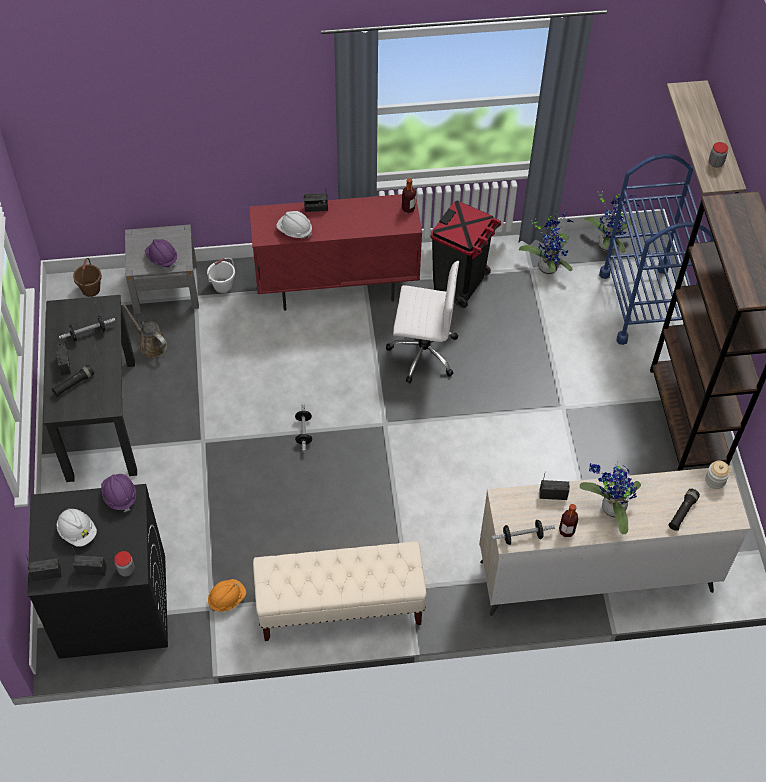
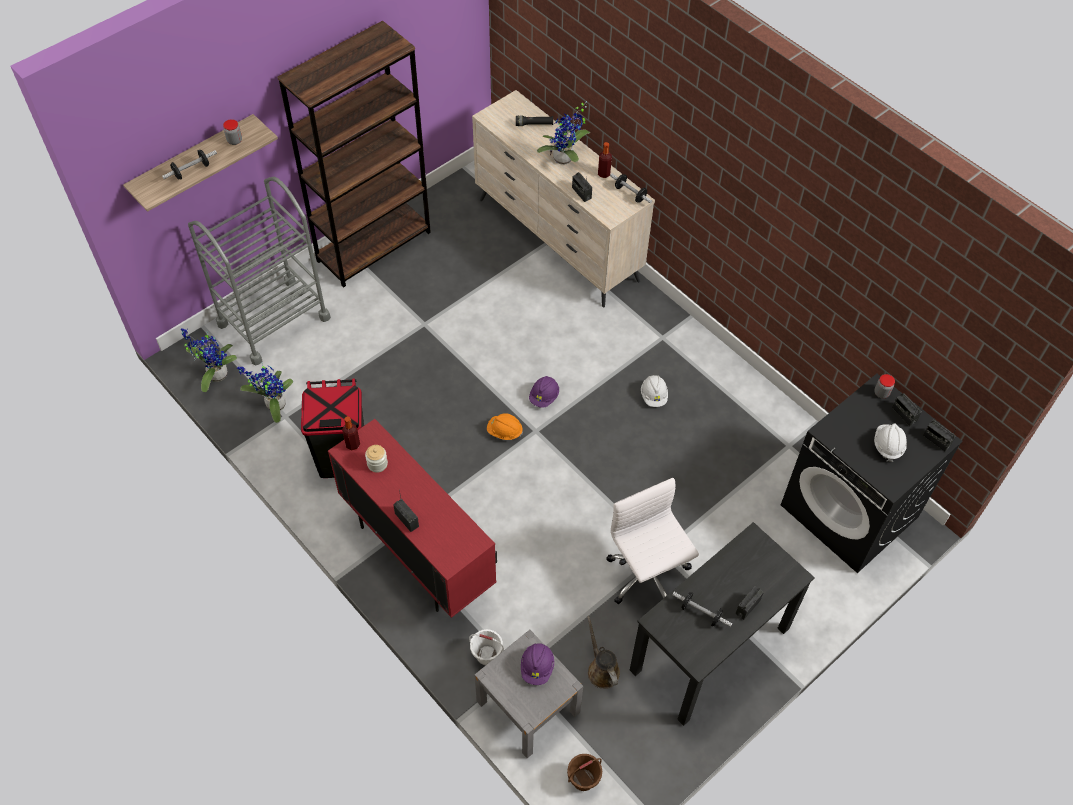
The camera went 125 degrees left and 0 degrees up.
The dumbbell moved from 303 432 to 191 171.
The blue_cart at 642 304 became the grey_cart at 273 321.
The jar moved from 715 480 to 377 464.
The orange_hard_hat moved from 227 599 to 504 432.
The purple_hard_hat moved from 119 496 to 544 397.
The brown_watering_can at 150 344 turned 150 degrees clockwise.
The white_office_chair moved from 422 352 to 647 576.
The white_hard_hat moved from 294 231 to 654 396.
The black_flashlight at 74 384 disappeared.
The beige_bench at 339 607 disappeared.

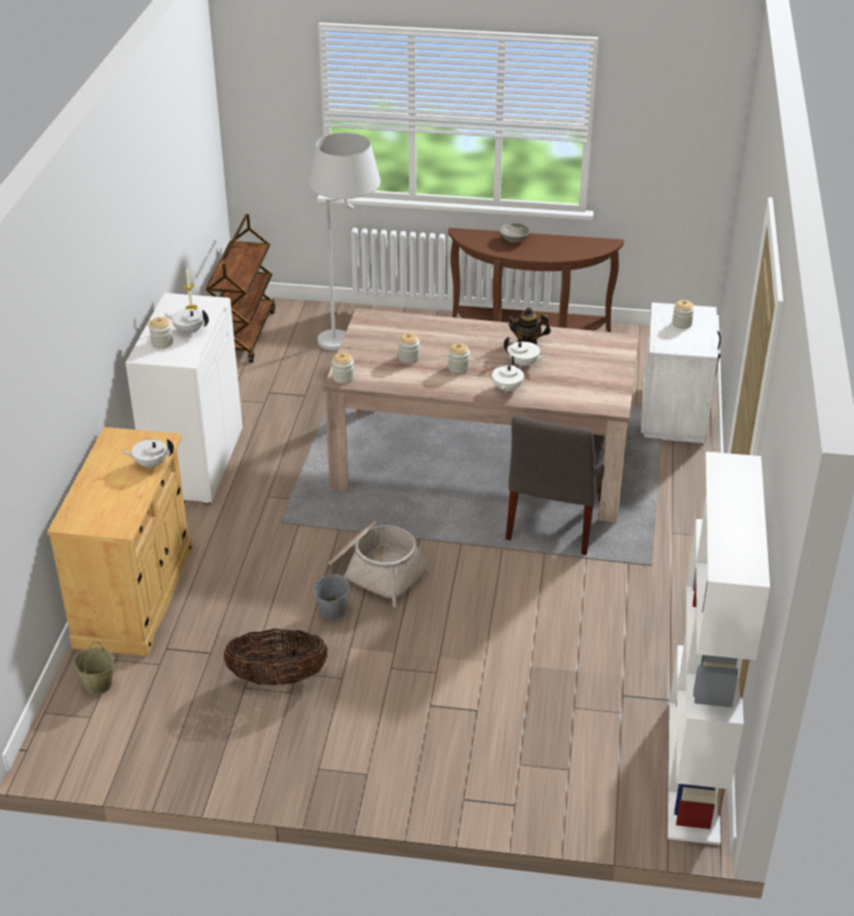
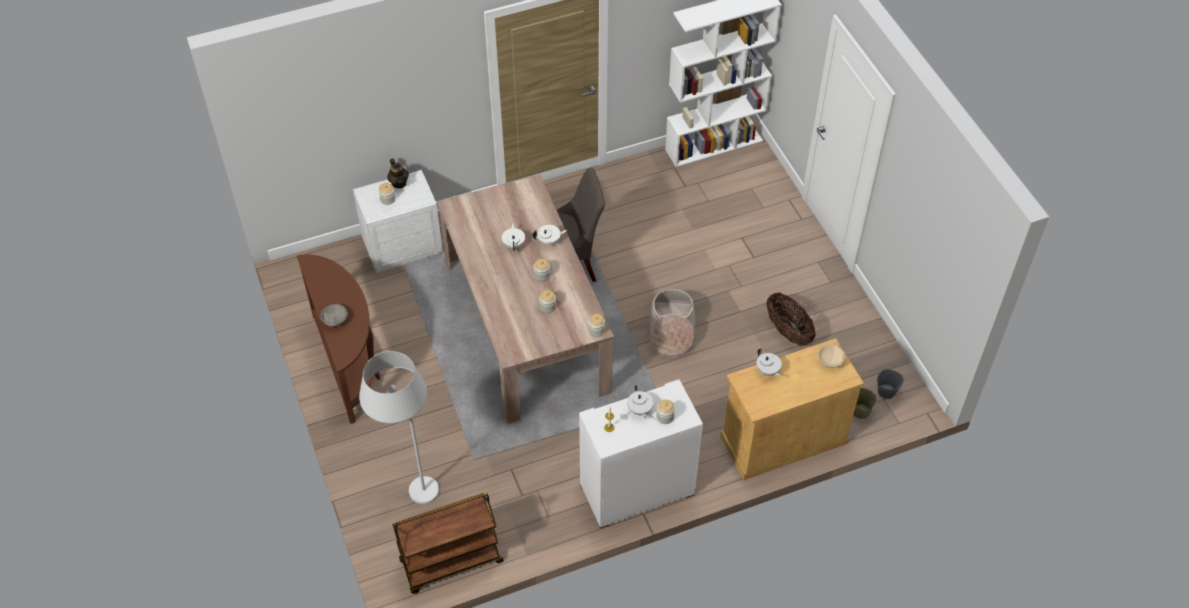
The camera went 120 degrees left and 15 degrees up.
The teapot moved from 527 342 to 399 183.
The beige_bowl at 830 361 appeared.
The grey_bucket moved from 333 610 to 886 392.

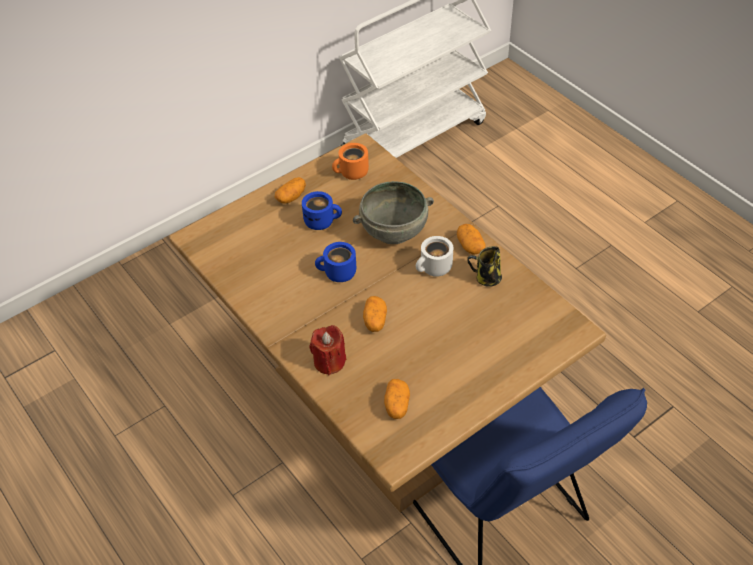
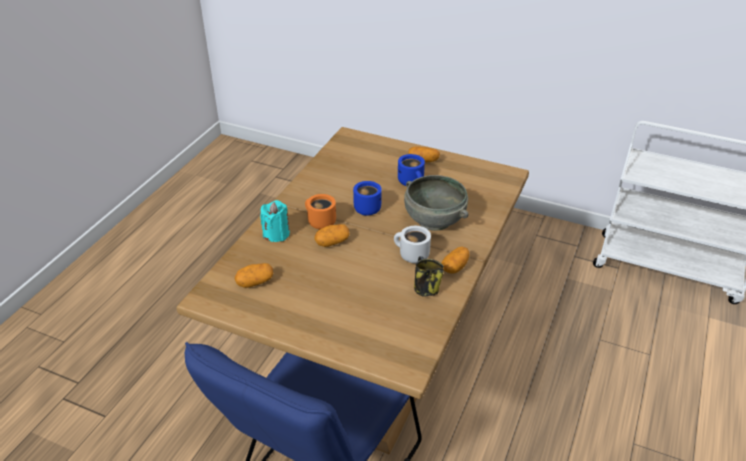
The camera went 60 degrees right and 10 degrees down.
The red_candle at 329 361 became the turquoise_candle at 276 234.
The orange_mug moved from 352 173 to 319 222.

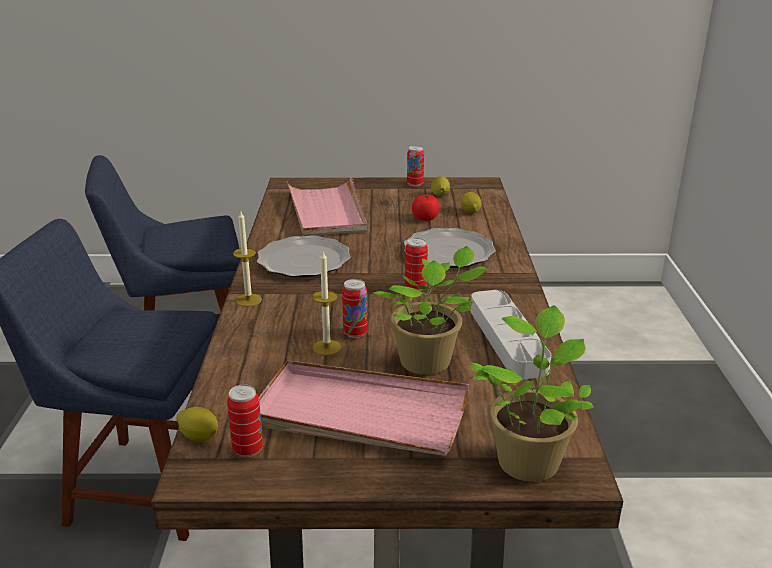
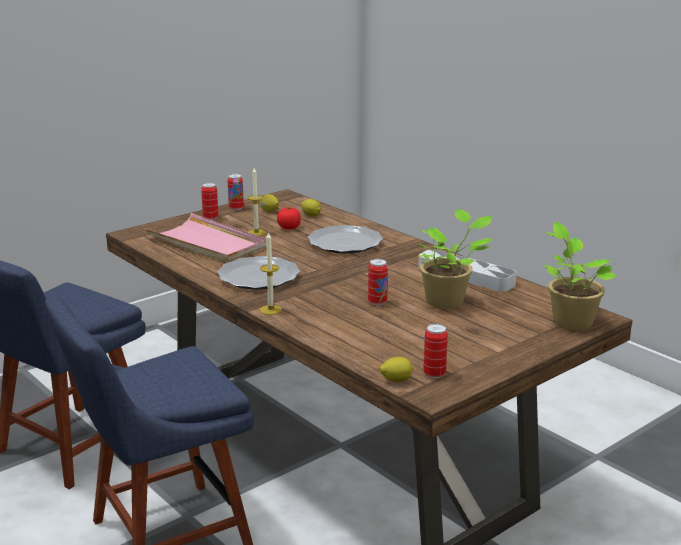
The camera went 40 degrees left and 5 degrees down.
The can moved from 415 287 to 210 218.
The candle moved from 327 347 to 256 233.
The pink_tray at 359 414 disappeared.

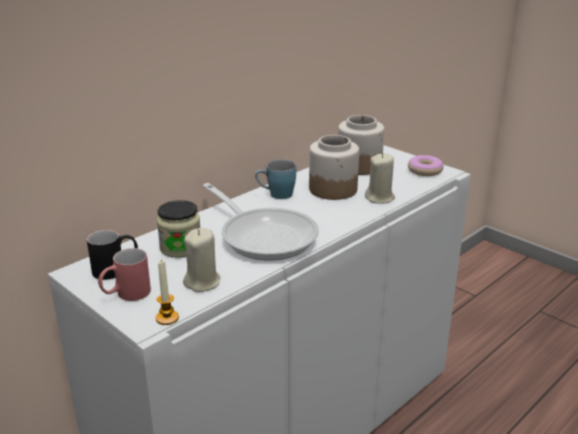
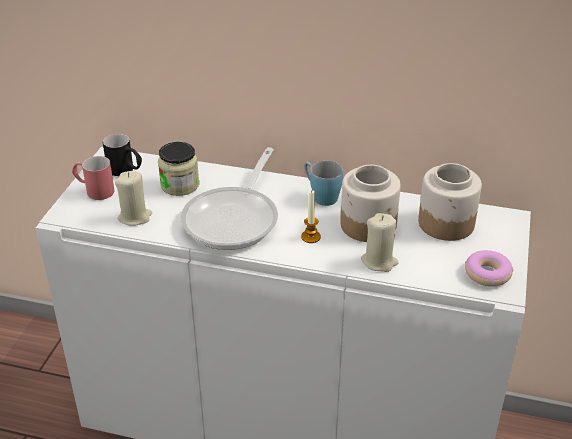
The camera went 60 degrees right and 10 degrees up.
The candle moved from 167 318 to 310 237.

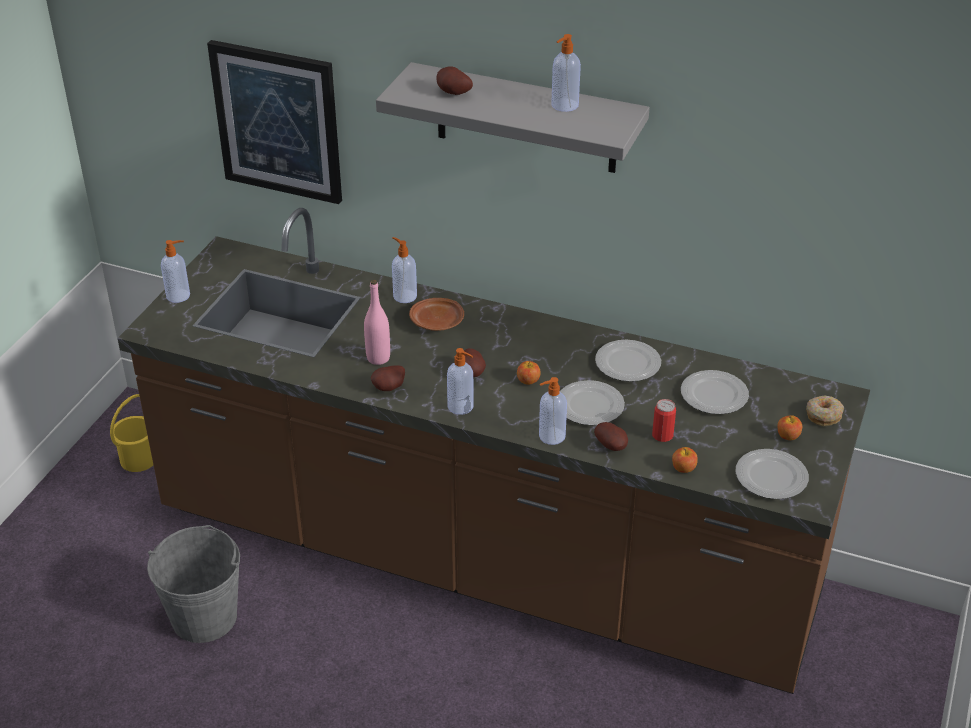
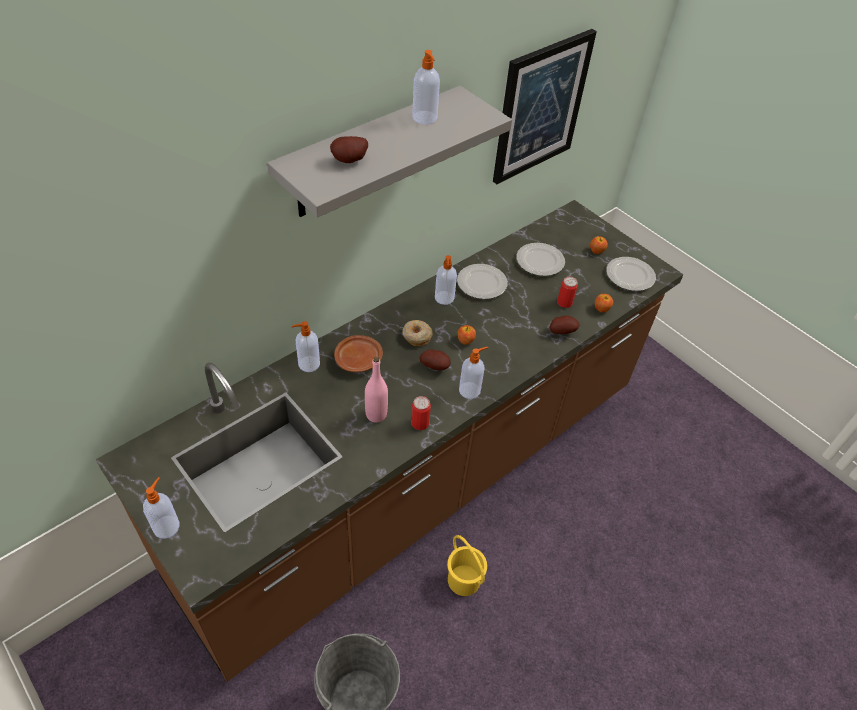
The camera went 65 degrees left and 10 degrees up.
The donut moved from 823 415 to 416 336.
The potato at 390 388 was replaced by the can at 420 423.
The soap_dispenser moved from 551 436 to 444 298.
The yellow_bucket moved from 138 459 to 463 580.
The picture moved from 278 122 to 540 107.
The plate at 589 405 disappeared.

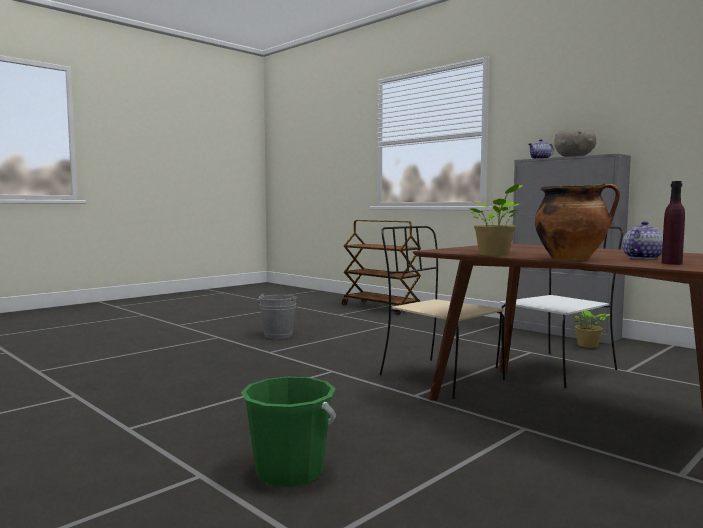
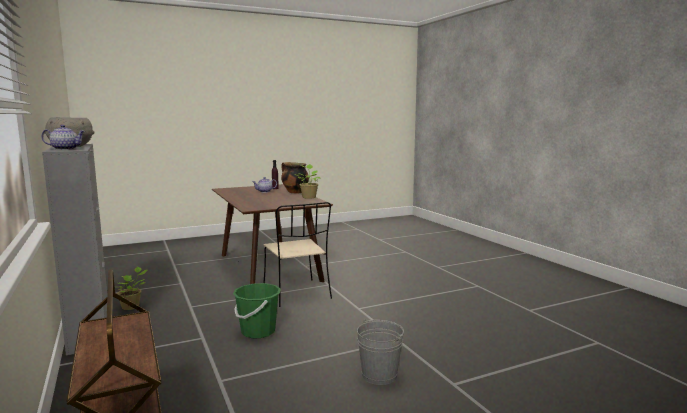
The camera went 160 degrees left and 5 degrees up.
The green_bucket moved from 289 472 to 258 331.
The white_chair at 557 369 disappeared.

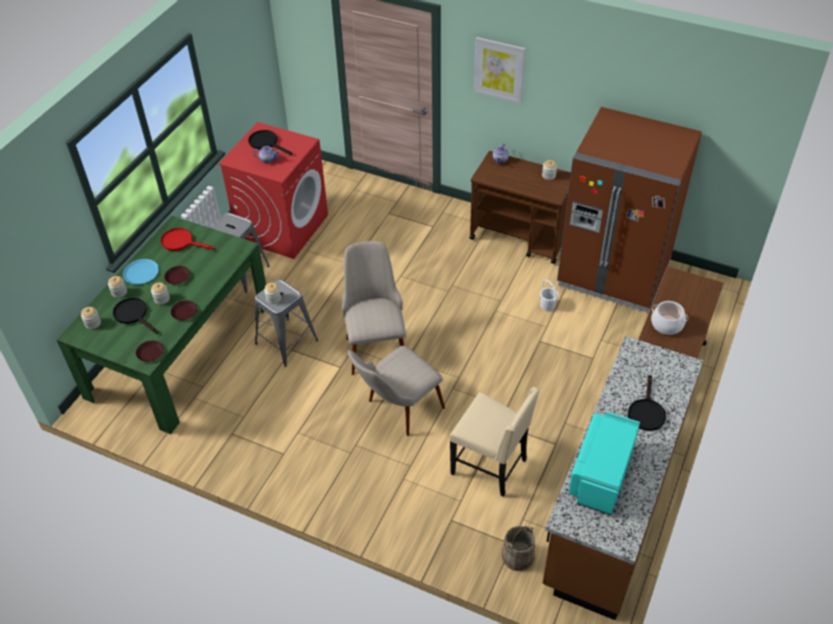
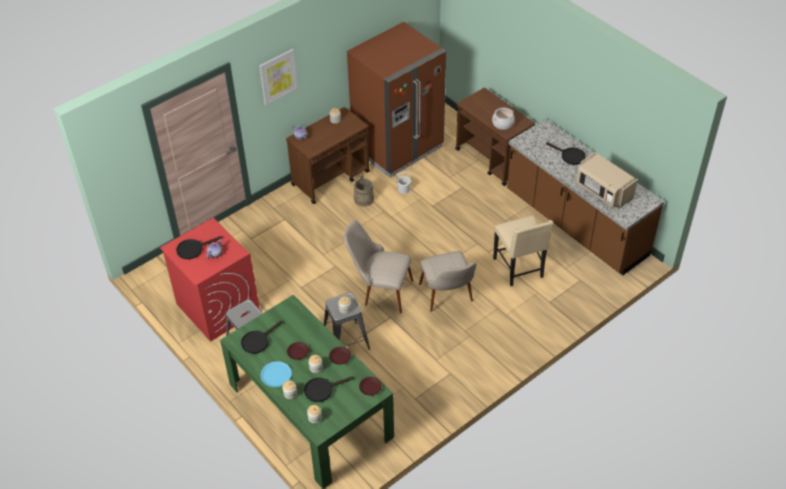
The camera went 65 degrees left and 0 degrees up.
The red_frying_pan at 181 242 became the black_frying_pan at 258 341.
The beige_bucket moved from 518 556 to 364 199.
The beige_chair at 491 466 turned 105 degrees clockwise.
The turquoise_microwave at 601 474 became the beige_microwave at 603 191.

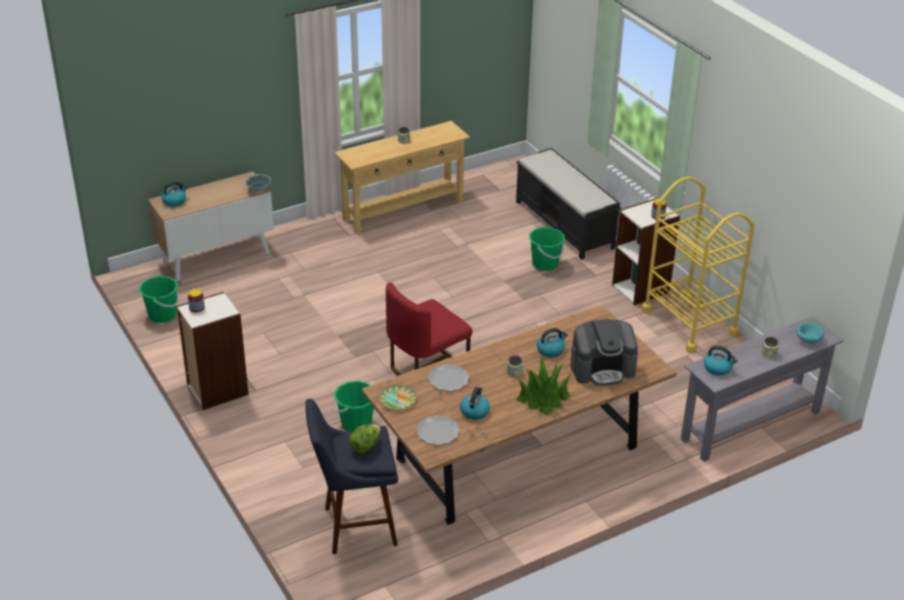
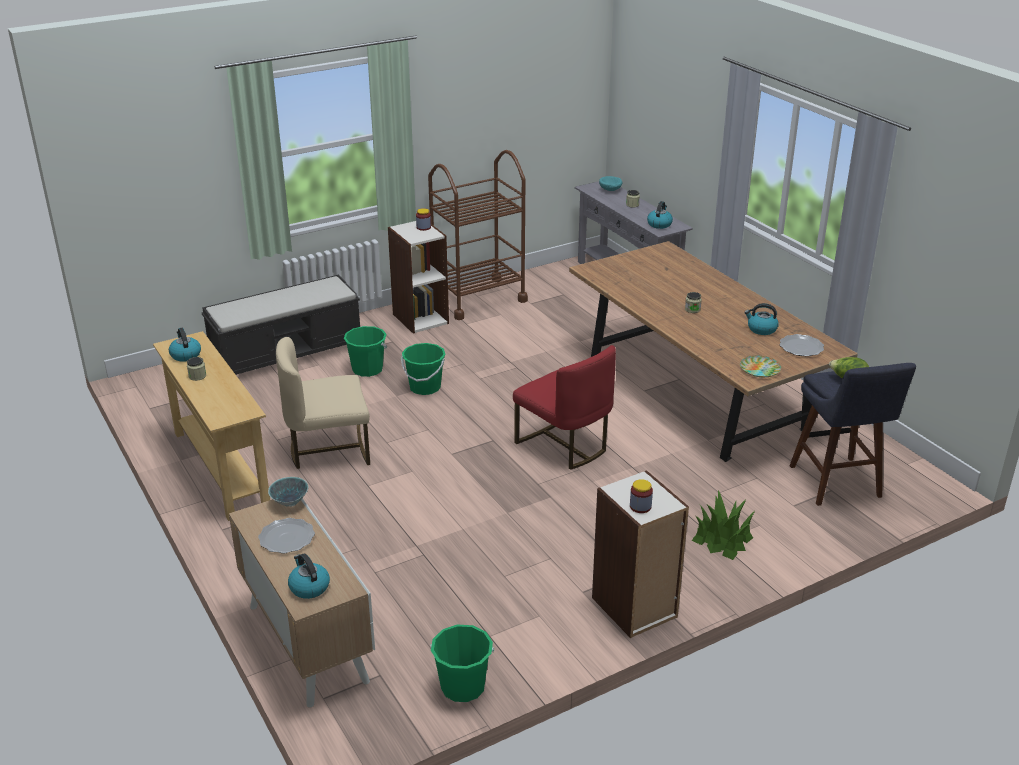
The camera went 90 degrees left and 5 degrees down.
The kettle moved from 550 350 to 185 355.
The plate moved from 448 379 to 287 538.
The beige_chair at 329 450 appeared.
The green_bucket moved from 356 423 to 425 387.
The yellow_cart at 689 322 became the brown_cart at 478 298.
The potted_plant moved from 543 397 to 722 539.
The coffee_machine at 602 368 disappeared.

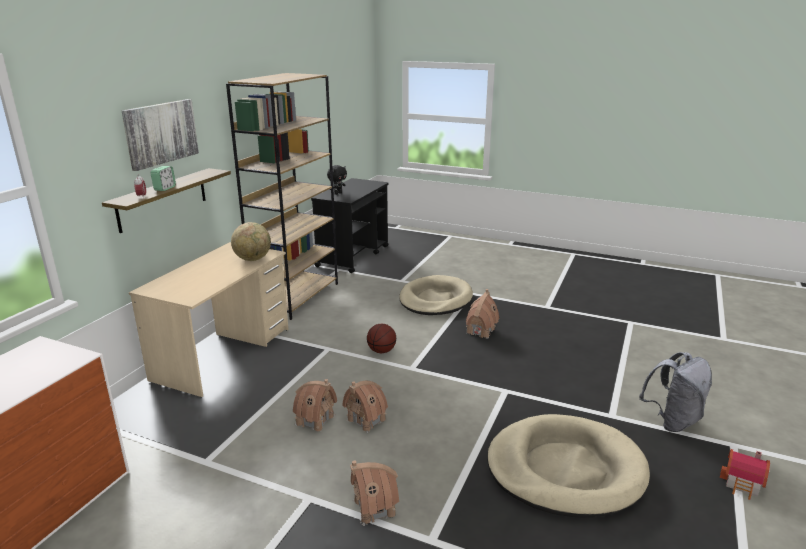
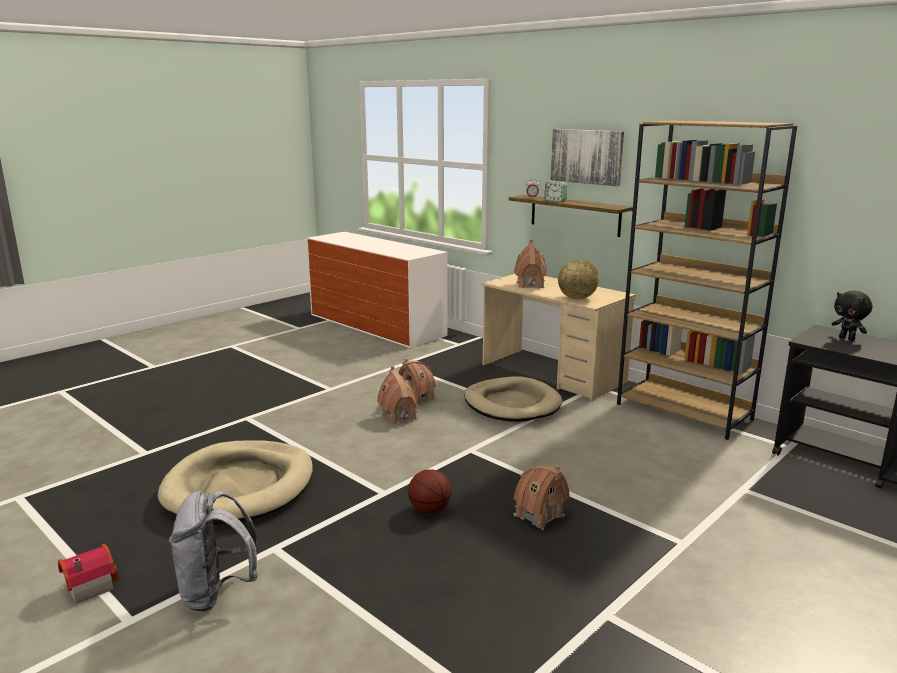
The camera went 110 degrees right and 5 degrees down.
The basketball moved from 381 351 to 429 510.
The beige_dog_bed moved from 435 299 to 512 404.
The toy_house moved from 374 508 to 530 285.

